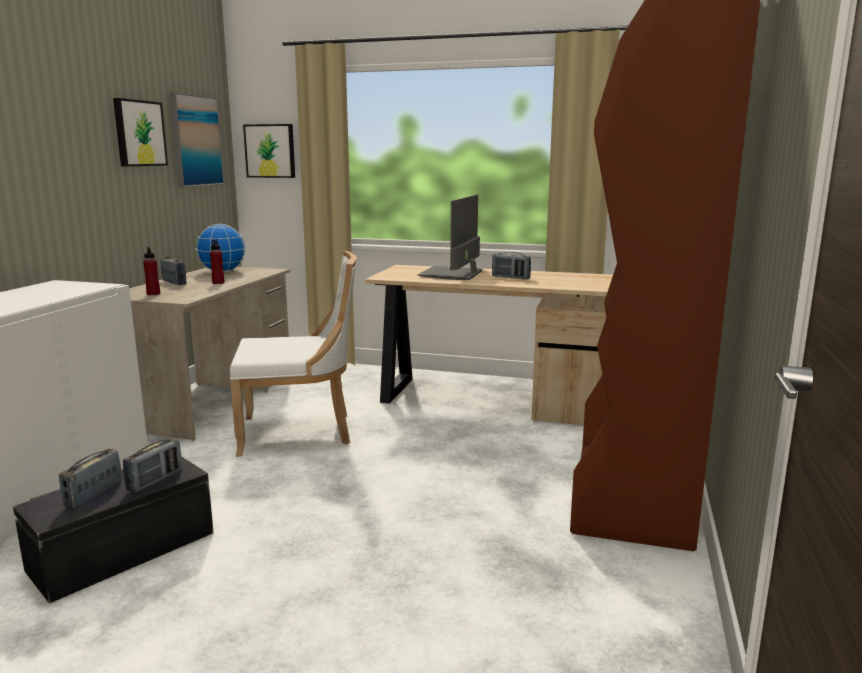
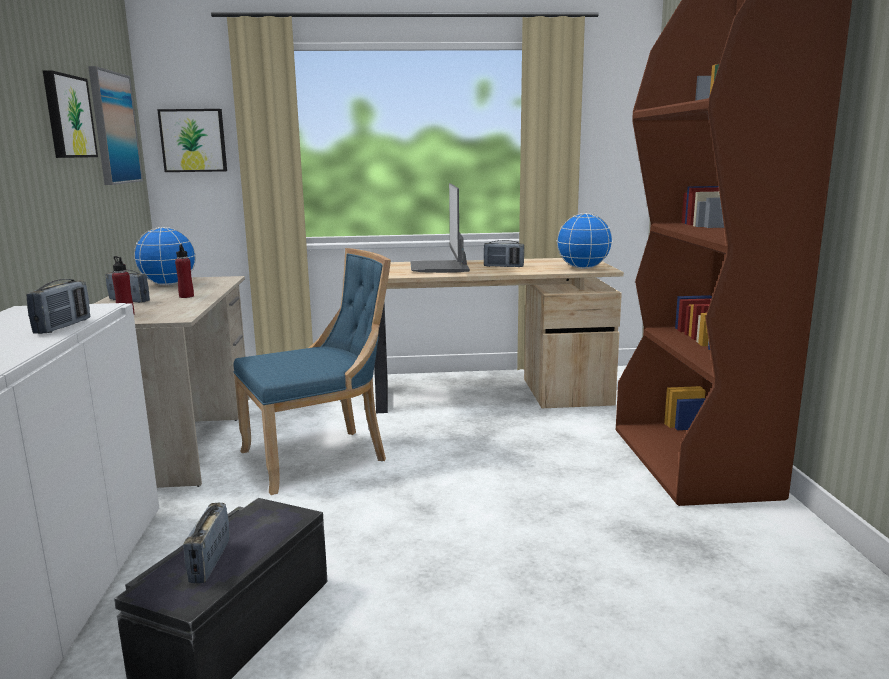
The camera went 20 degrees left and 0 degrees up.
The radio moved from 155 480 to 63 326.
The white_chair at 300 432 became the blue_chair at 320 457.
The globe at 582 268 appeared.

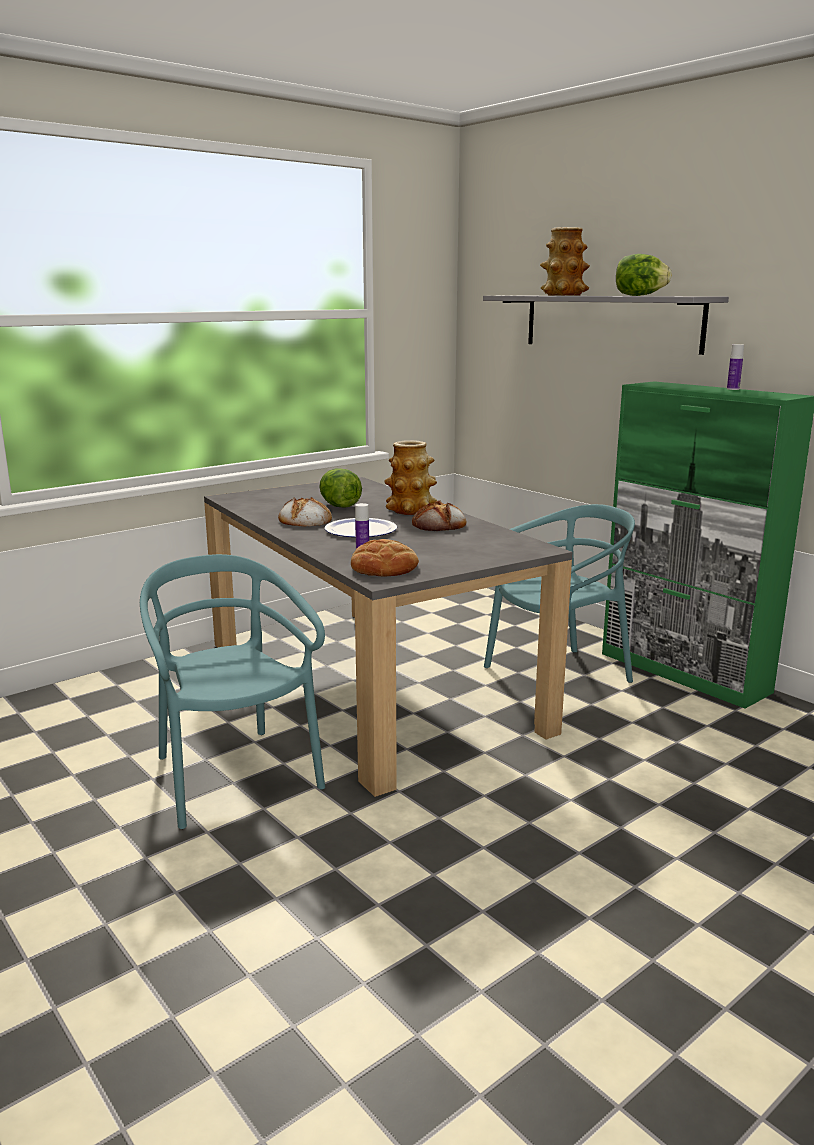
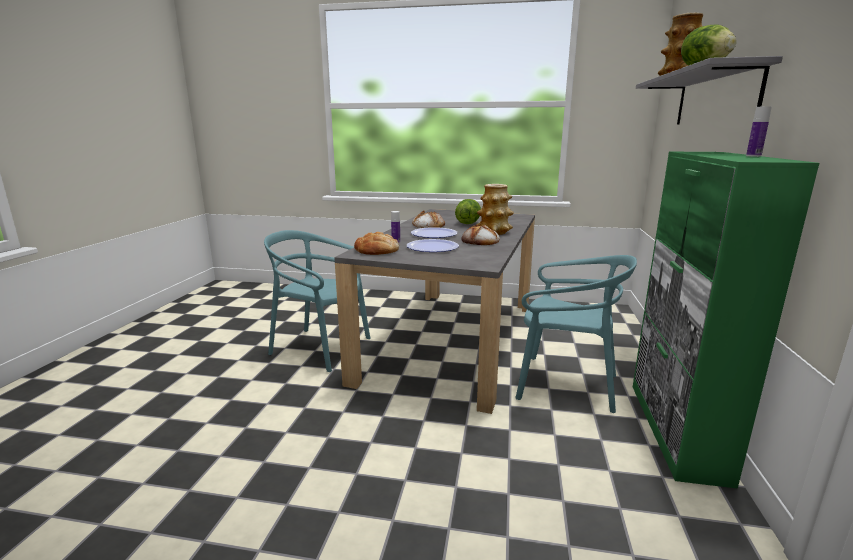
The camera went 50 degrees right and 0 degrees up.
The turquoise_chair at 233 776 turned 90 degrees counterclockwise.
The plate at 432 247 appeared.

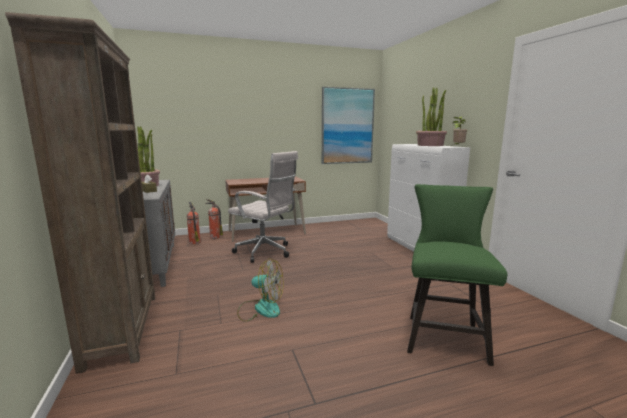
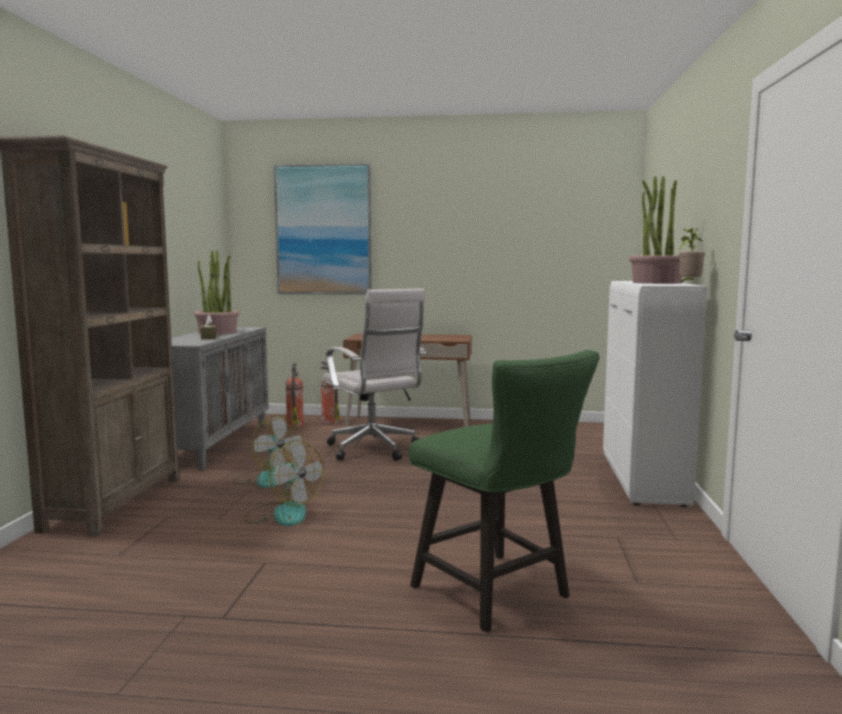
The camera went 25 degrees right and 5 degrees down.
The fan at 267 478 appeared.
The picture moved from 347 126 to 323 230.
The green_chair at 444 334 turned 105 degrees clockwise.

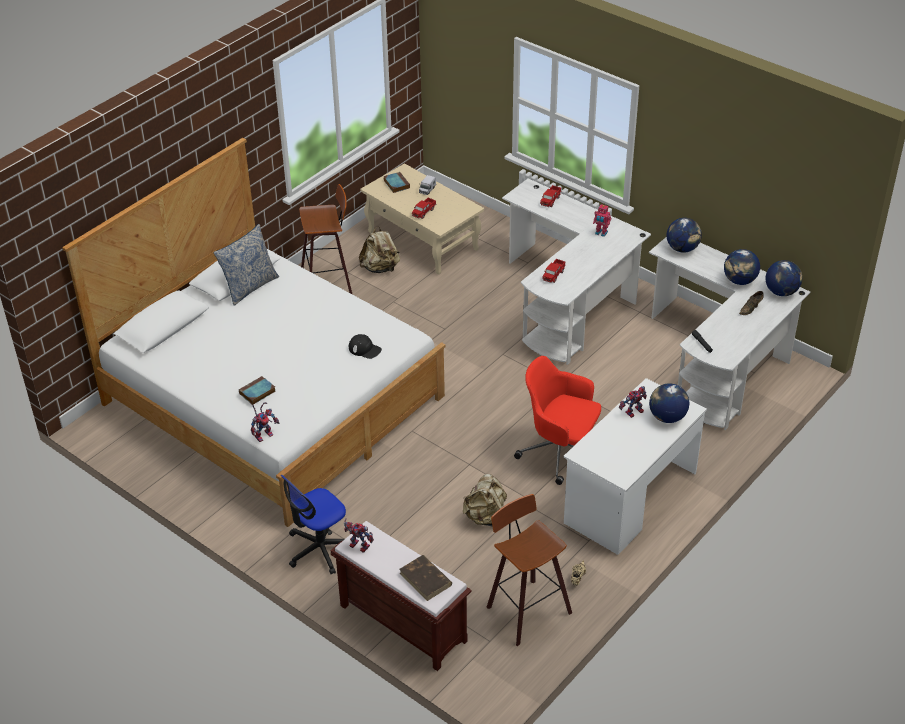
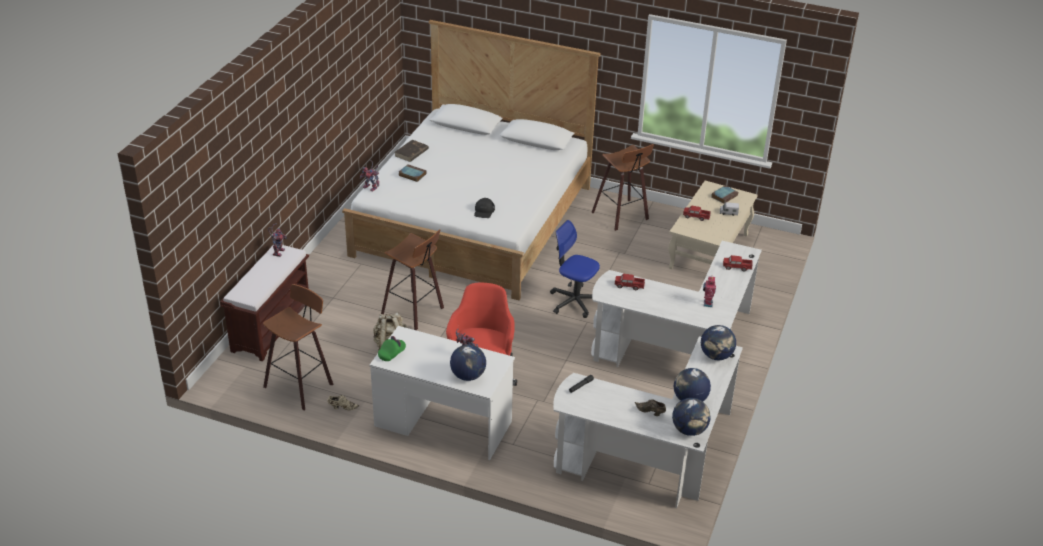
The camera went 70 degrees right and 5 degrees down.
The green_cap at 392 354 appeared.
The stool at 415 311 appeared.
The brown_book moved from 426 579 to 411 153.
The office_chair moved from 319 549 to 574 301.
The pillow at 249 287 disappeared.
The beige_backpack at 380 268 disappeared.

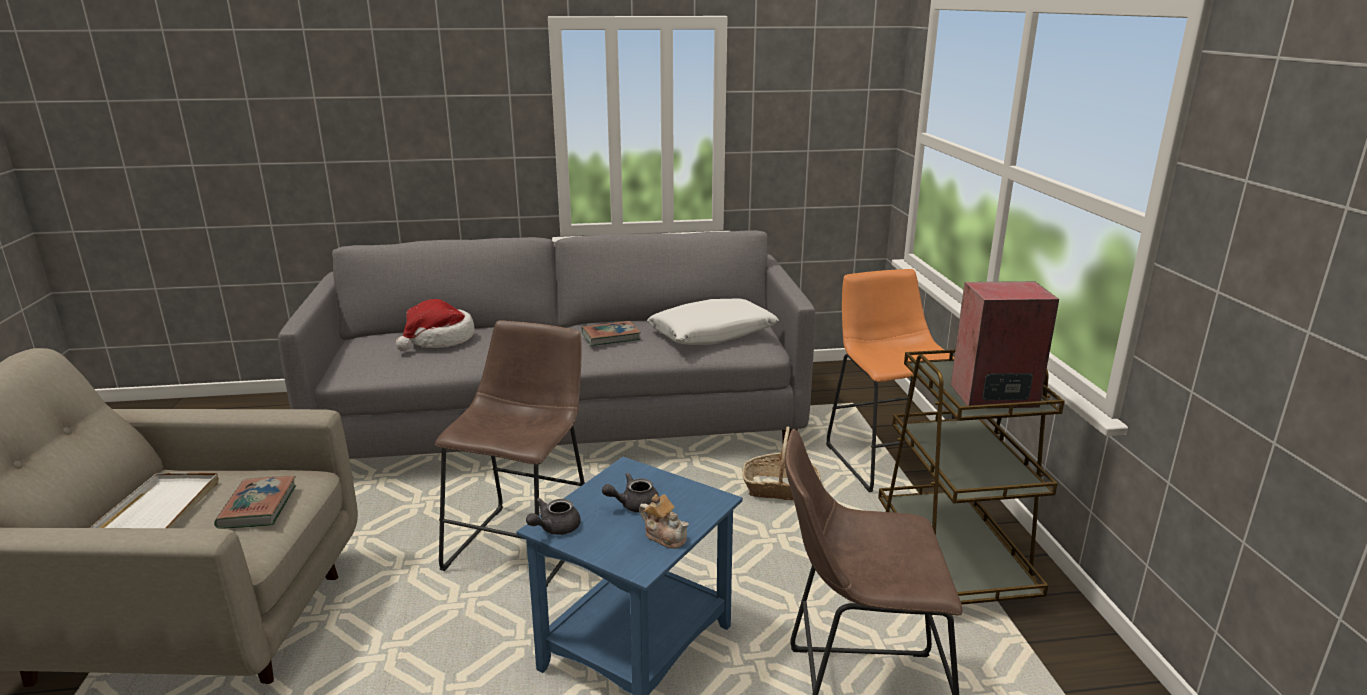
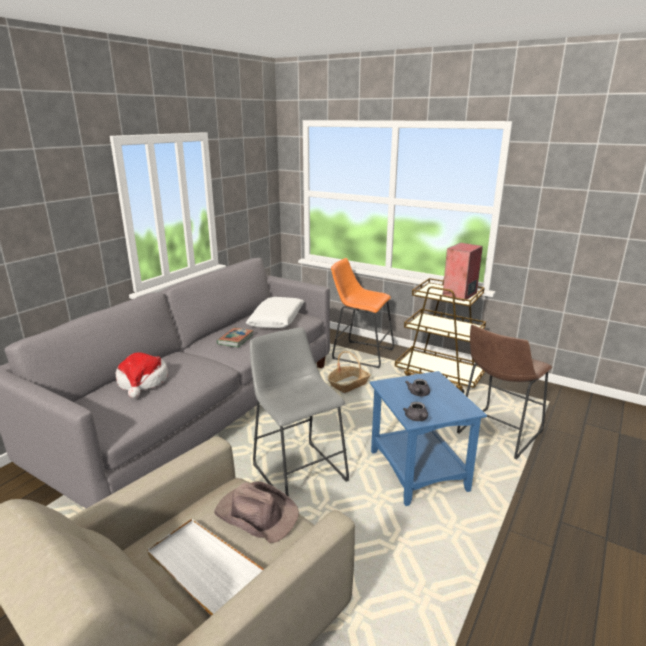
The camera went 50 degrees left and 0 degrees up.
The book at 258 507 was replaced by the brown_hat at 256 514.
The brown_stool at 524 544 became the grey_stool at 297 470.
The teapot at 665 536 disappeared.

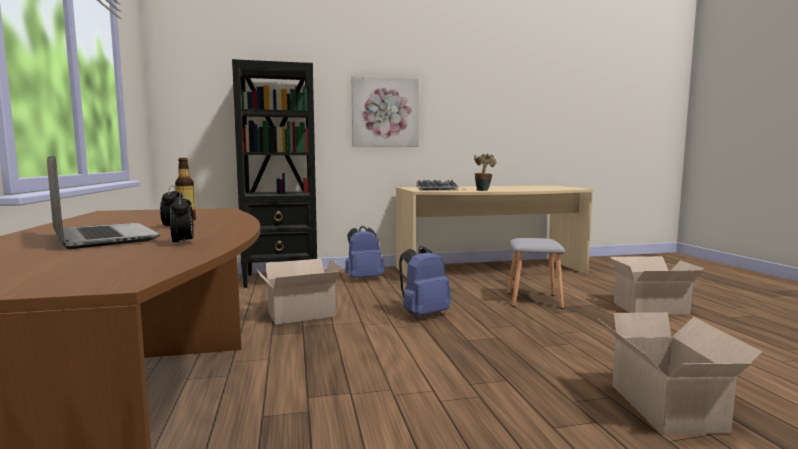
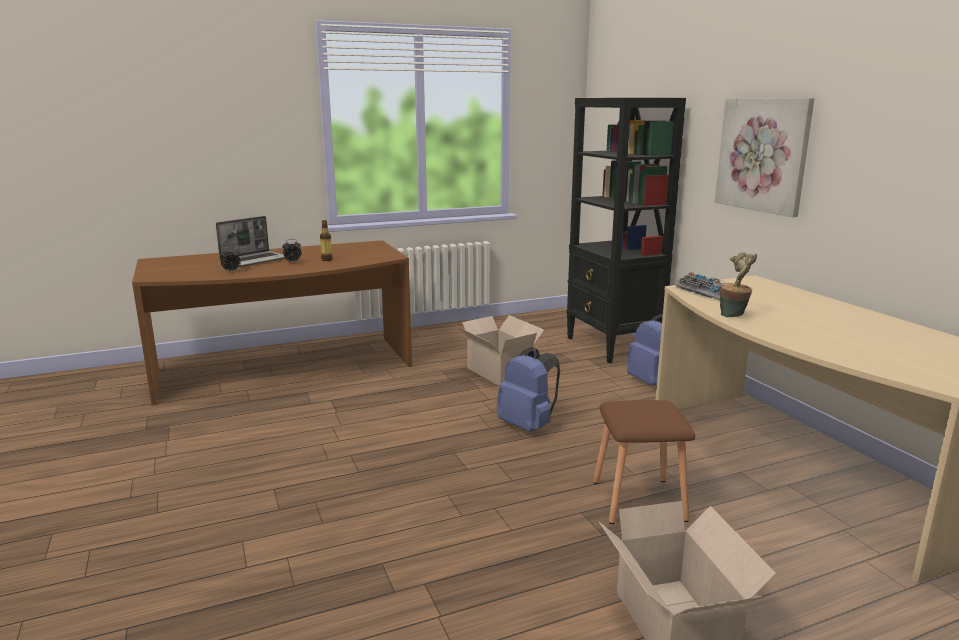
The camera went 80 degrees right and 10 degrees up.
The grey_stool at 533 300 became the brown_stool at 637 500.
The cardboard_box at 667 409 disappeared.

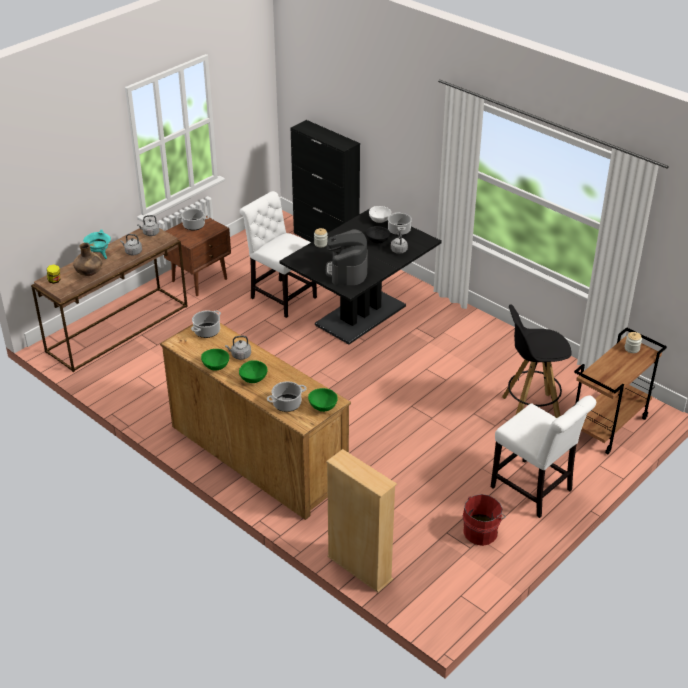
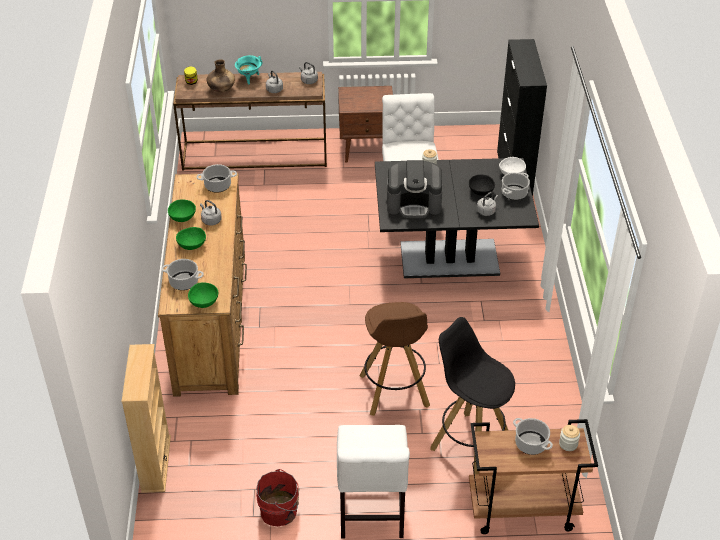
The camera went 45 degrees right and 5 degrees up.
The brown_stool at 394 392 appeared.
The coffee_machine at 347 271 turned 135 degrees counterclockwise.
The cooking_pot moved from 193 226 to 530 443.

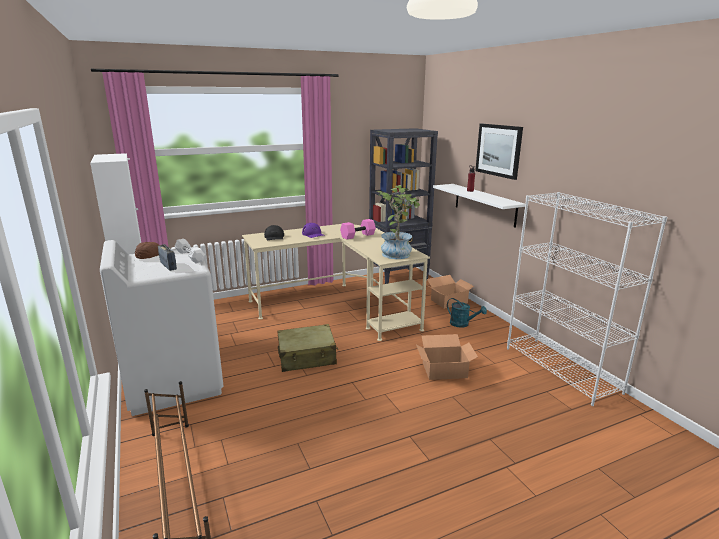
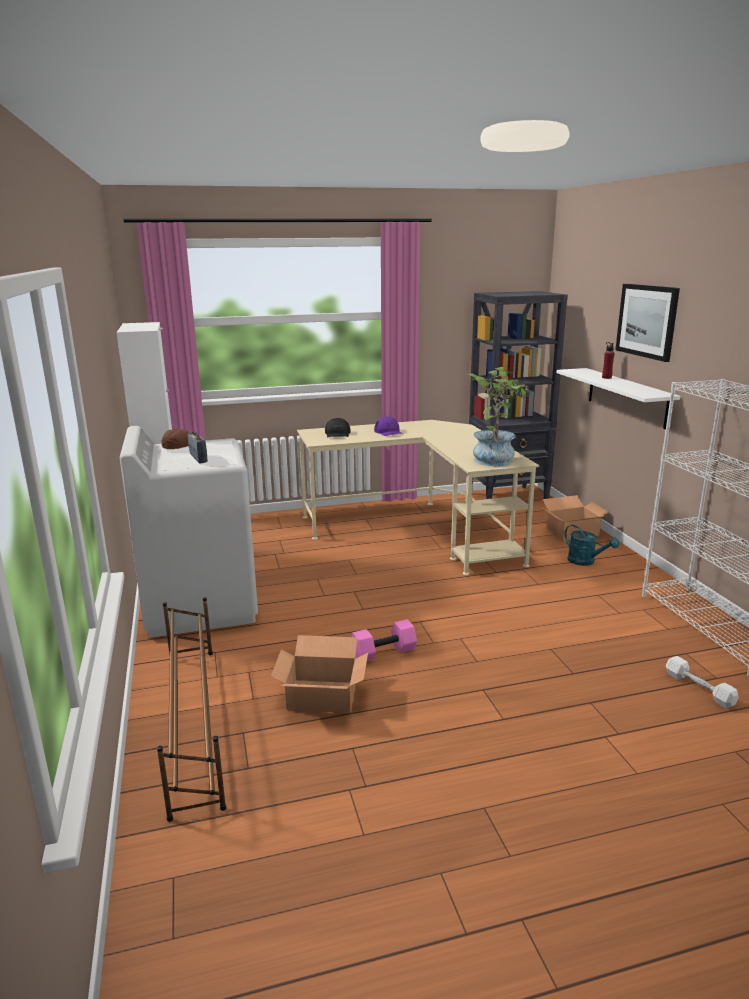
The camera went 10 degrees right and 0 degrees up.
The cardboard_box moved from 445 370 to 322 696.
The pink_dumbbell moved from 358 236 to 383 652.
The white_dumbbell moved from 190 256 to 699 689.
The beige_suitcase at 307 357 disappeared.

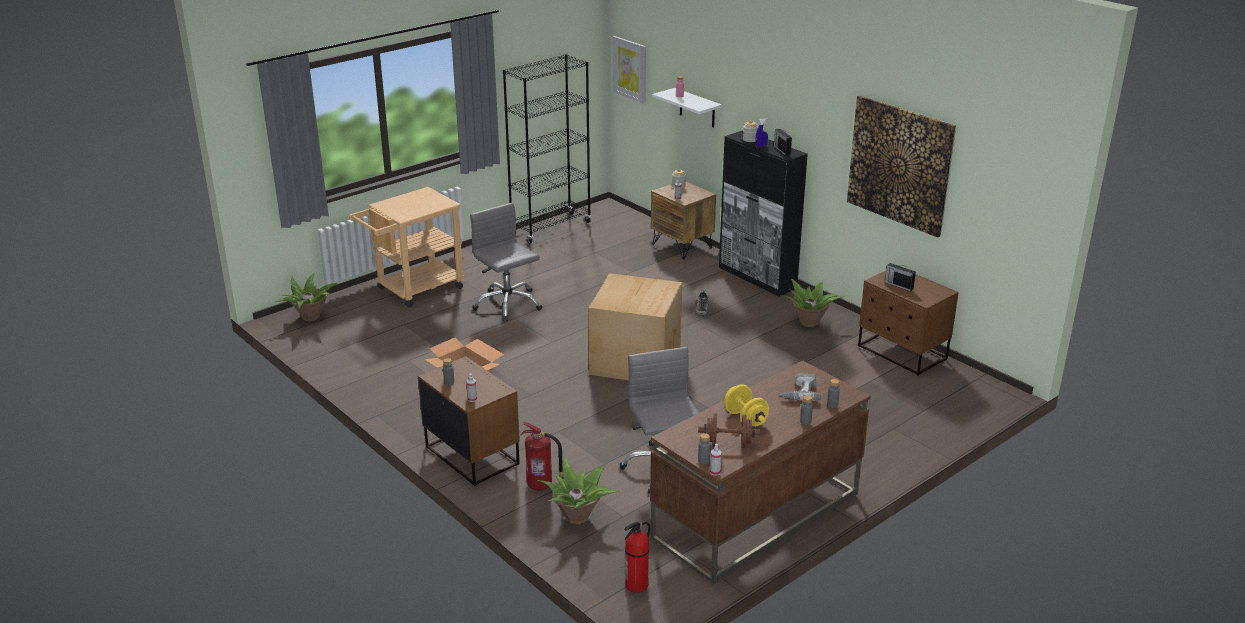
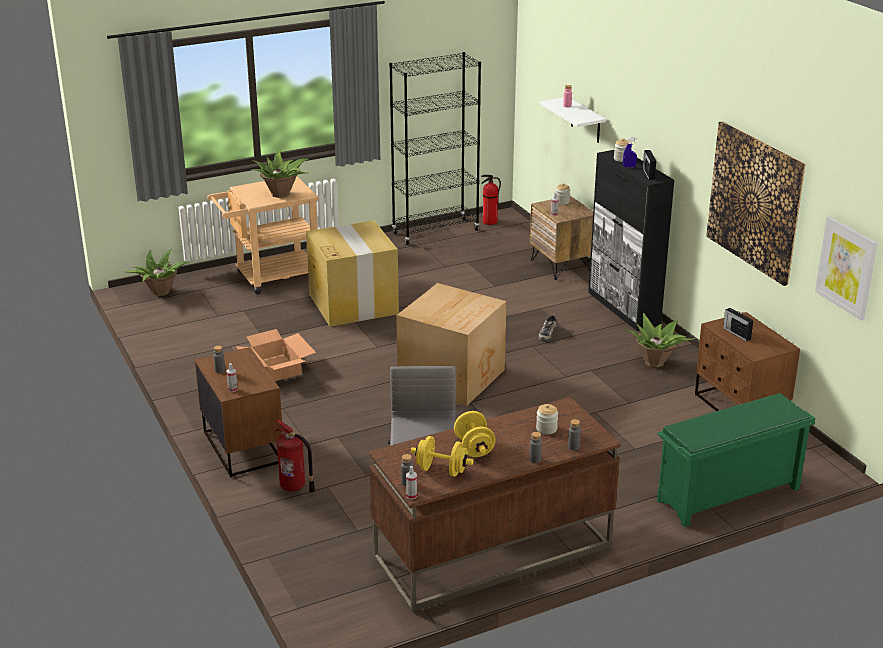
The camera went 15 degrees right and 0 degrees up.
The potted_plant moved from 578 516 to 281 194.
The grey_office_chair at 507 304 was replaced by the cardboard_box at 353 303.
The brown_dumbbell at 728 444 became the yellow_dumbbell at 441 470.
The fire_extinguisher moved from 636 585 to 489 222.
The power_drill at 799 392 was replaced by the jar at 546 429.
The green_shoe_rack at 727 496 appeared.
The picture moved from 630 69 to 846 267.

